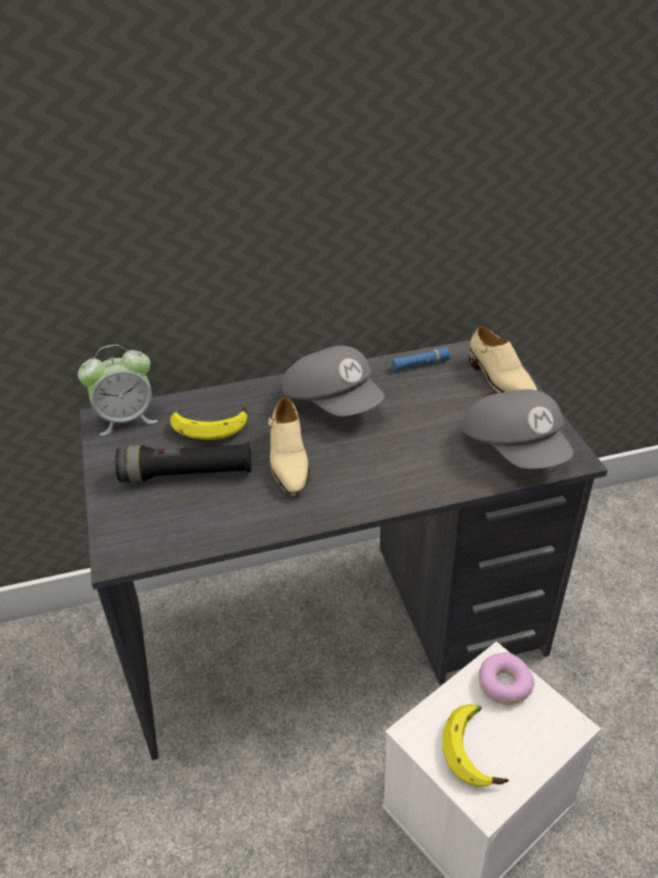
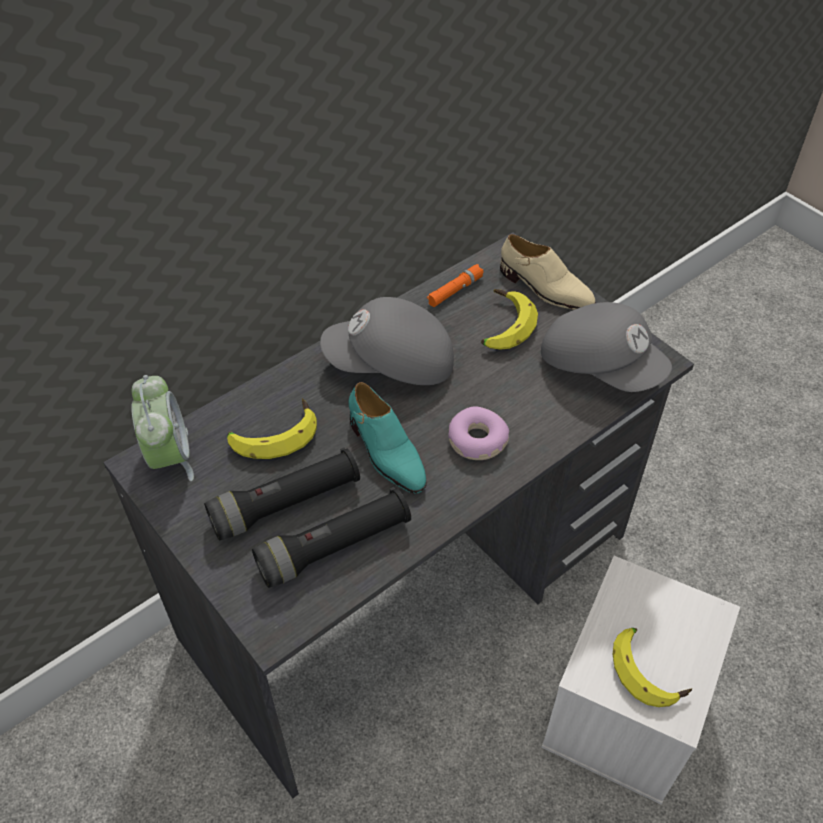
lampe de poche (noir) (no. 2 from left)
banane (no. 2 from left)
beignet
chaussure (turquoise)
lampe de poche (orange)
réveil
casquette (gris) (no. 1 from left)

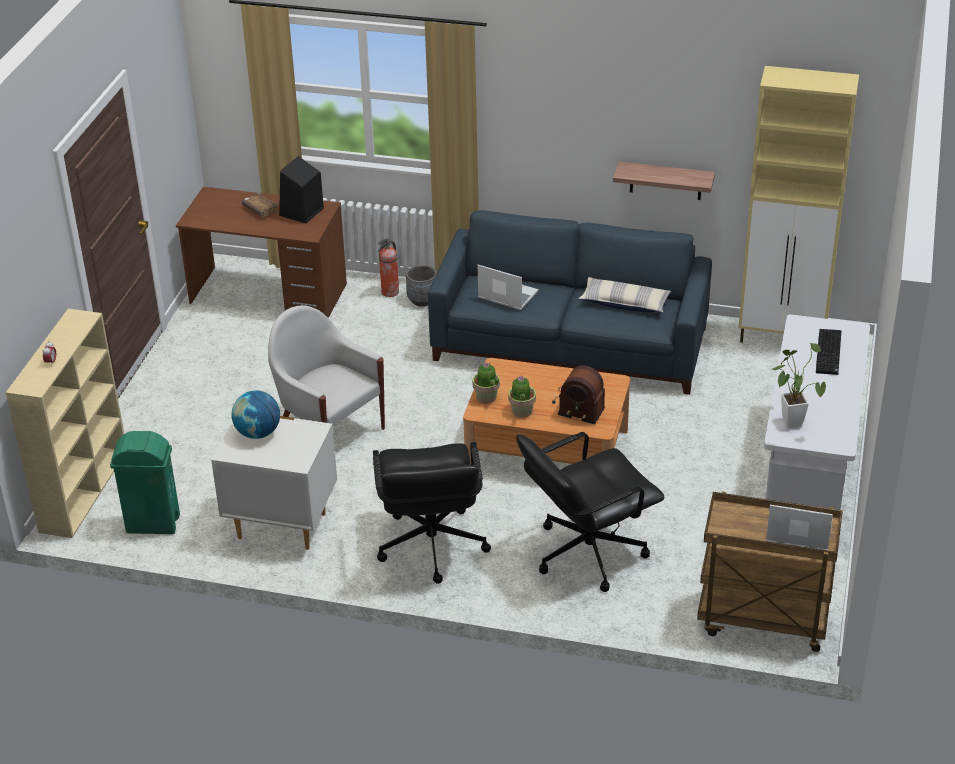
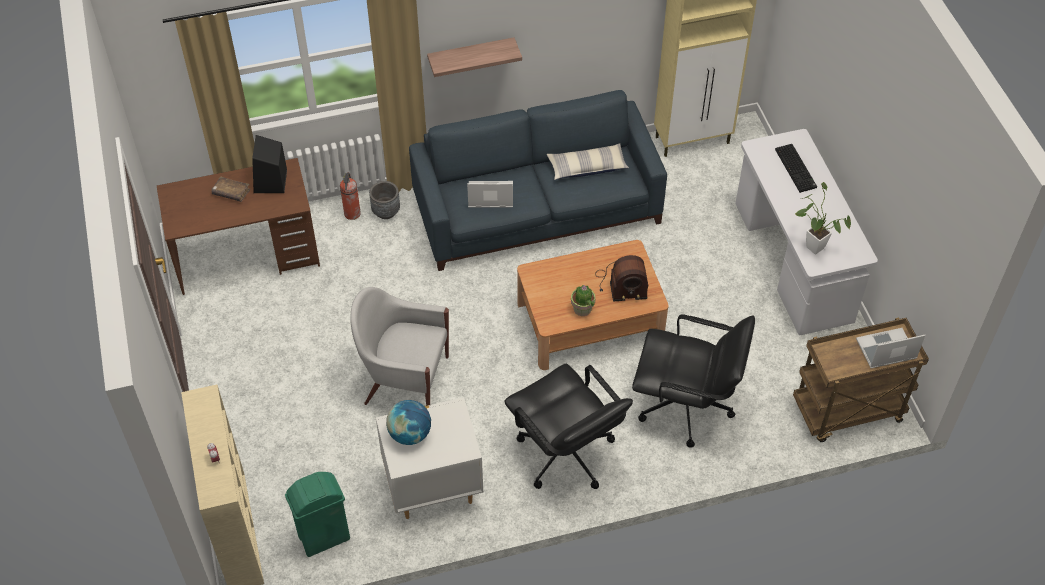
plante en pot (no. 1 from left in the first image)
étagère
chaise de bureau (noir) (no. 2 from left)

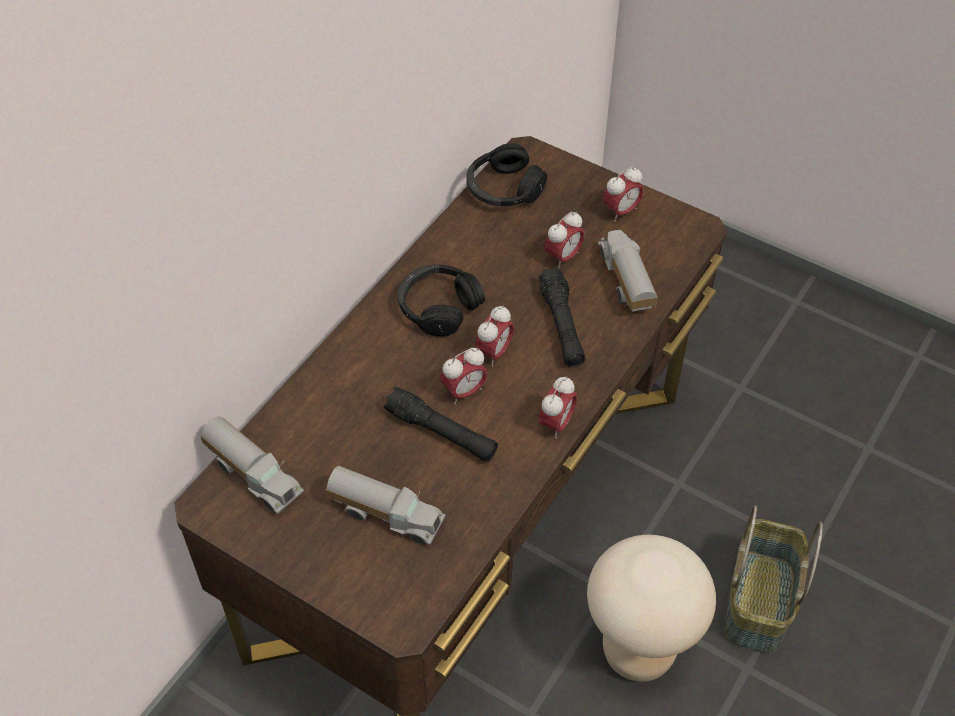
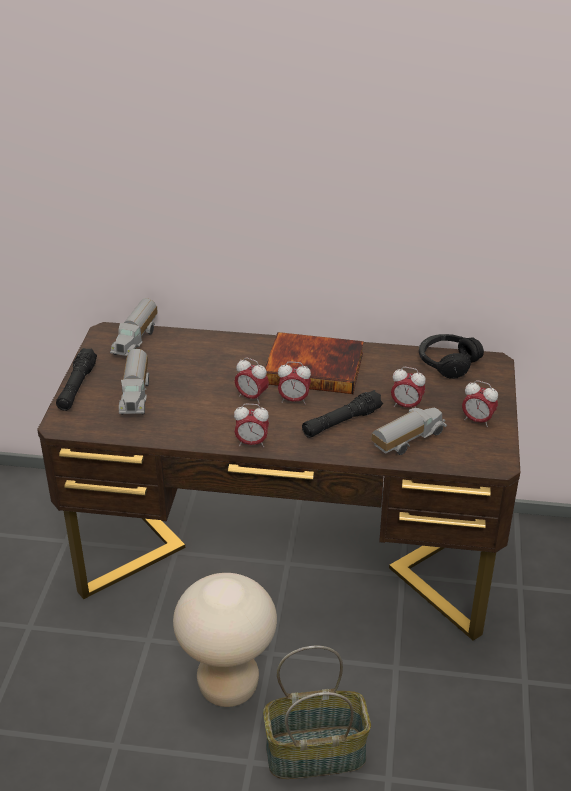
lampe de poche (noir) (no. 1 from left)
livre

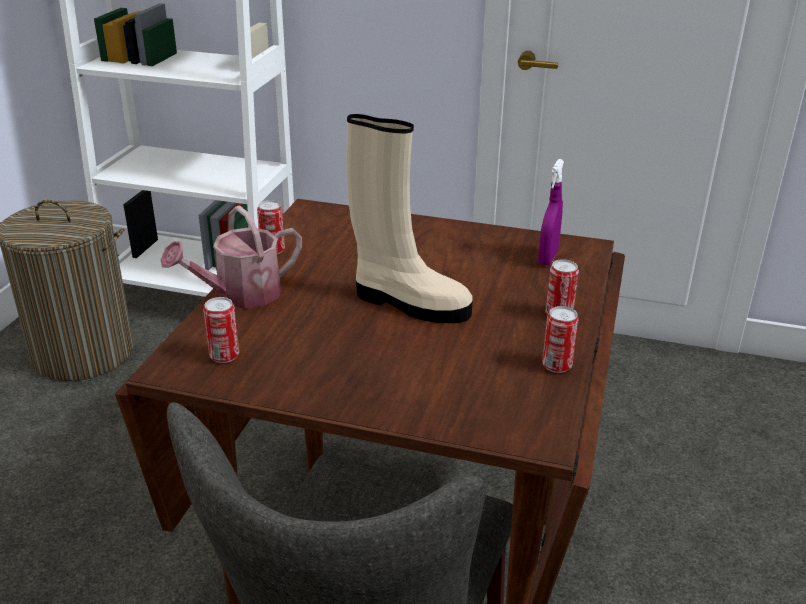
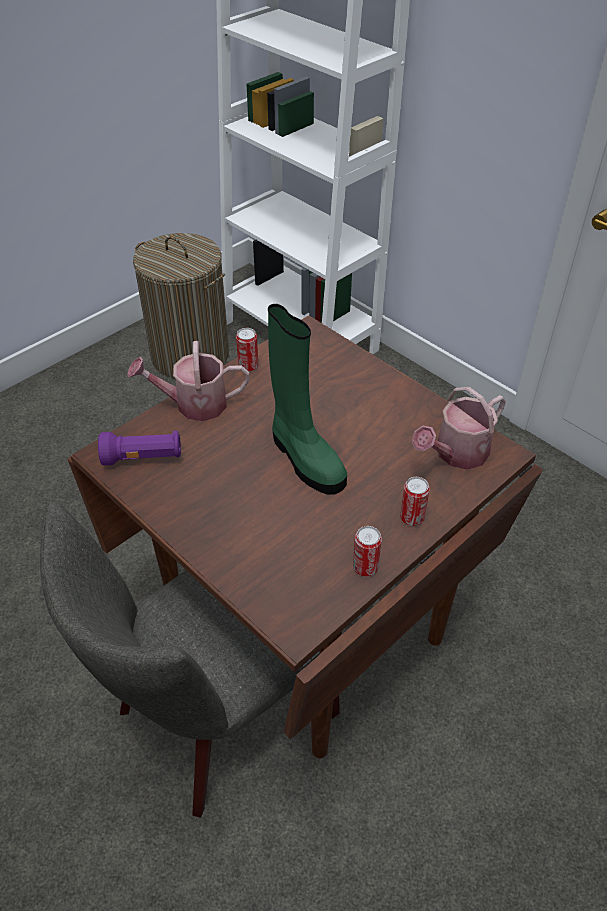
lampe de poche (violet)
arrosoir (no. 2 from left)
botte (vert)

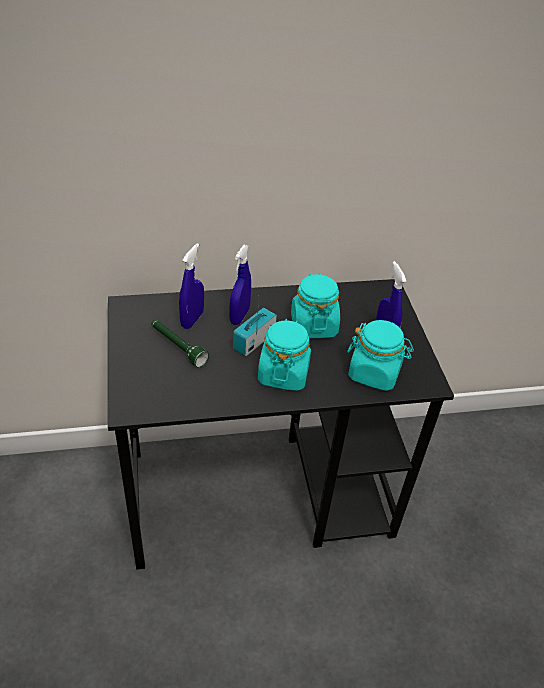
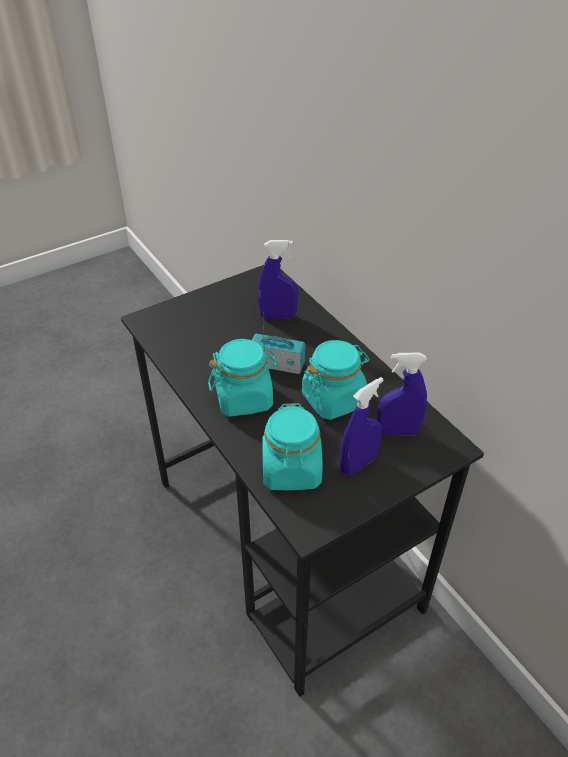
lampe de poche (vert)
vaporisateur (bleu) (no. 3 from left)

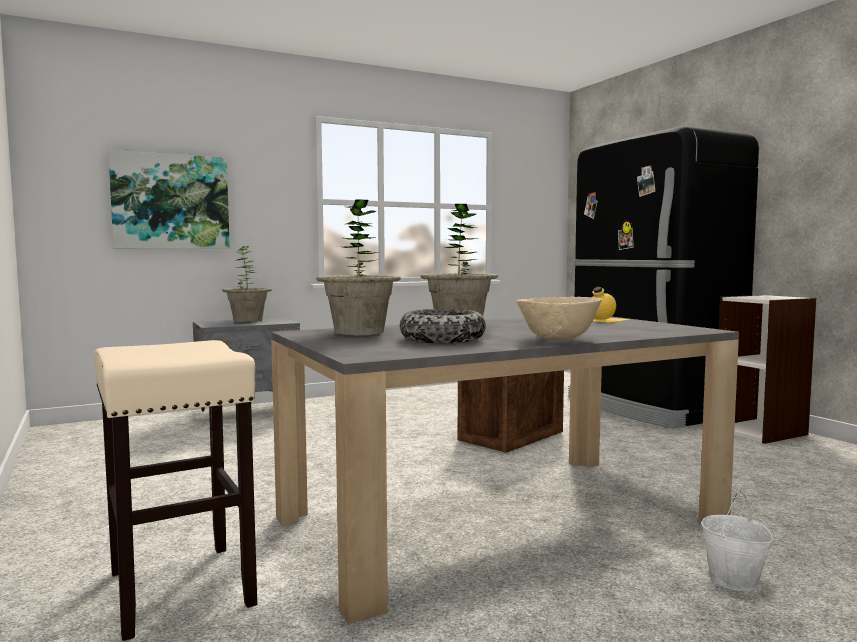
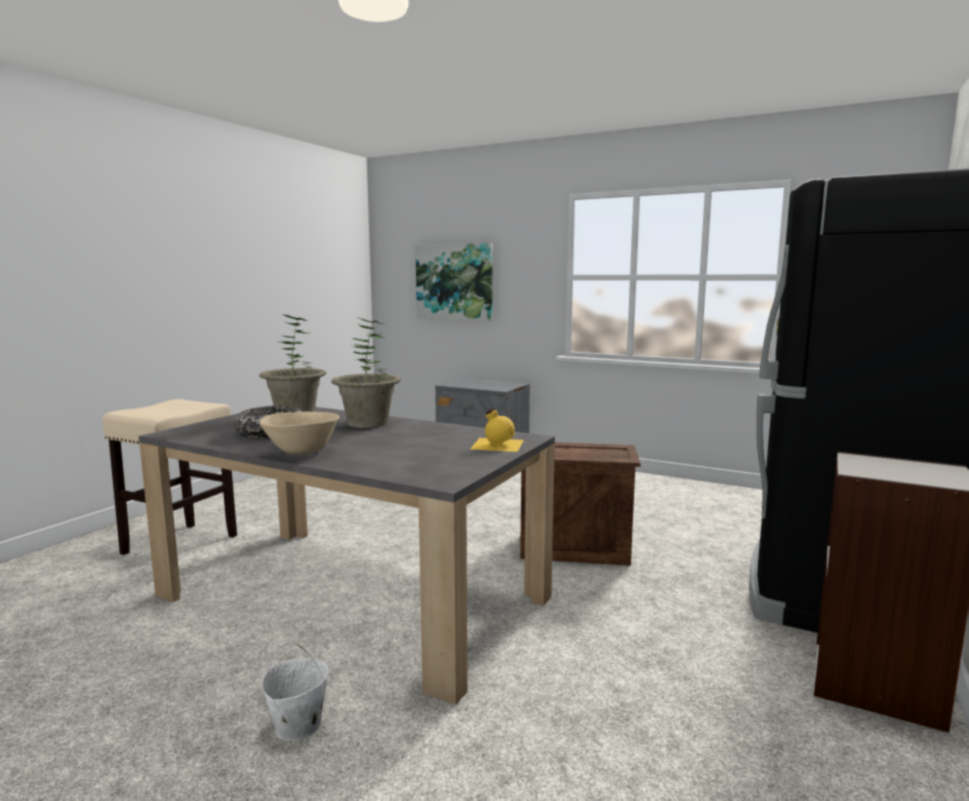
plante en pot (no. 1 from left in the first image)

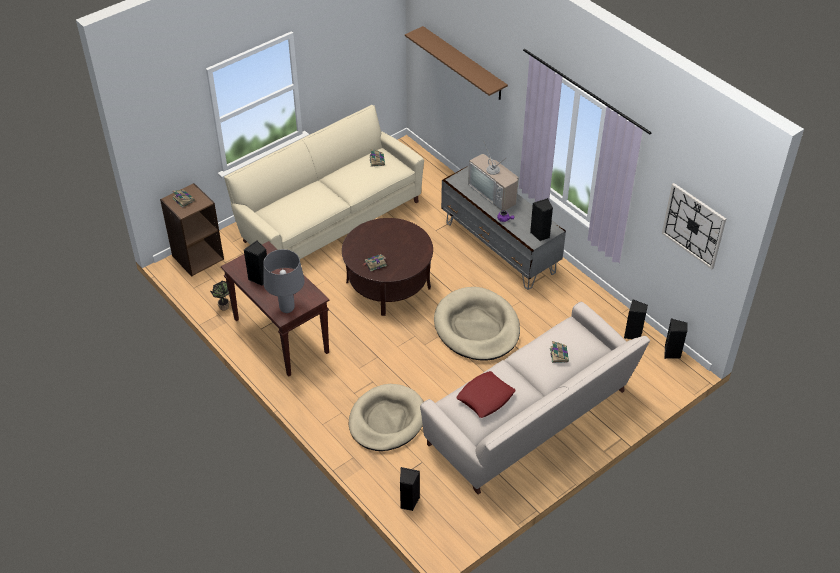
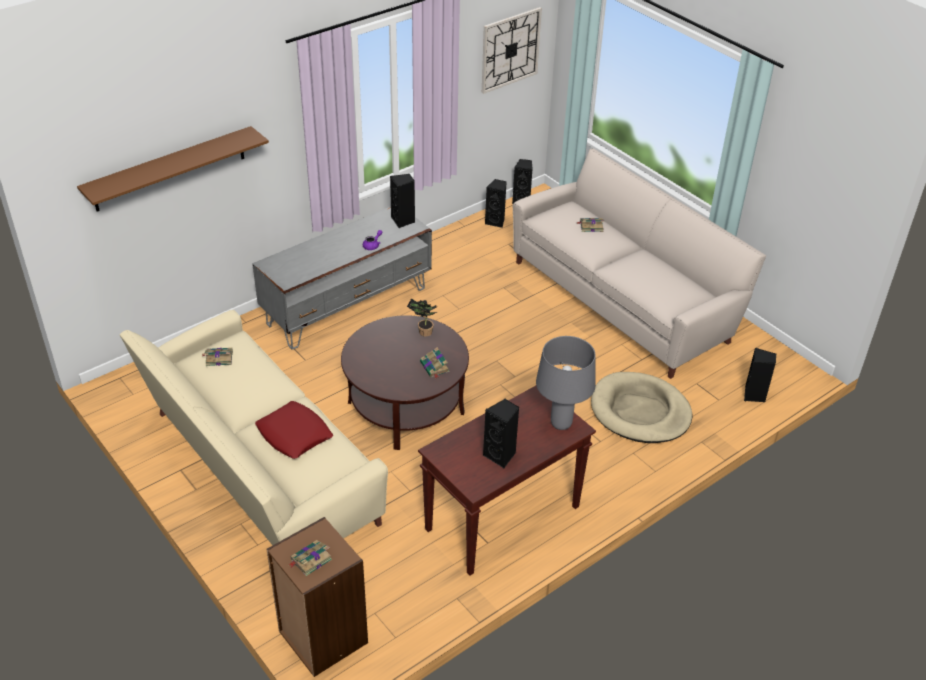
panier pour chien (beige) (no. 2 from left in the first image)
téléviseur
plante en pot
coussin (rouge)

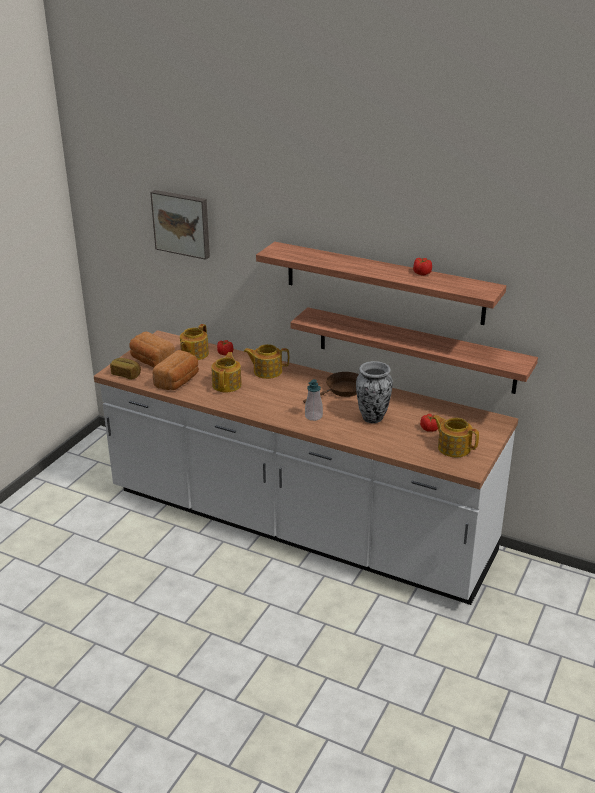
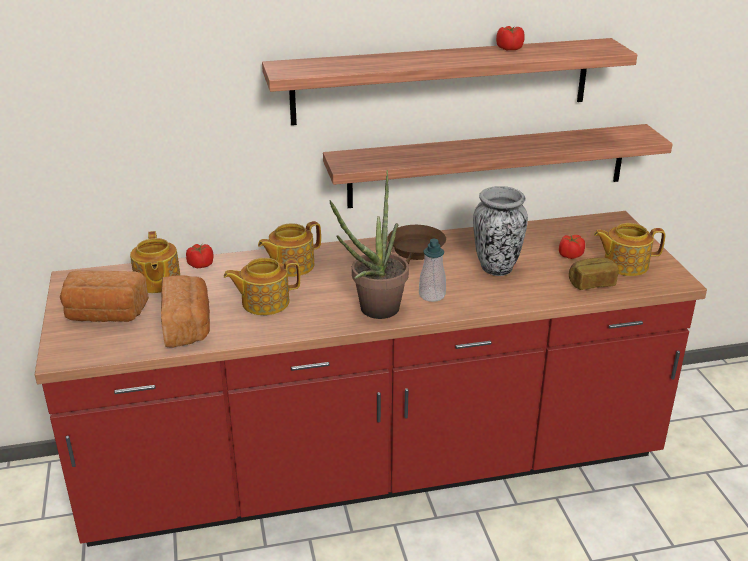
tableau
plante en pot
pain (no. 3 from left)
comptoir de cuisine (rouge)
théière (no. 2 from left)

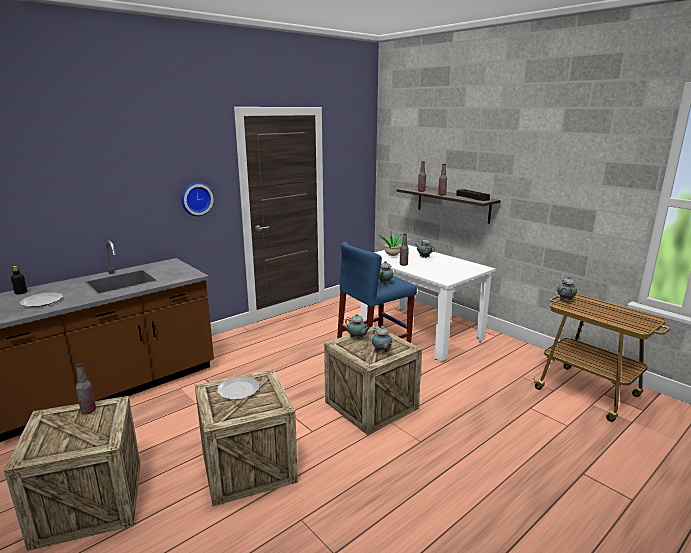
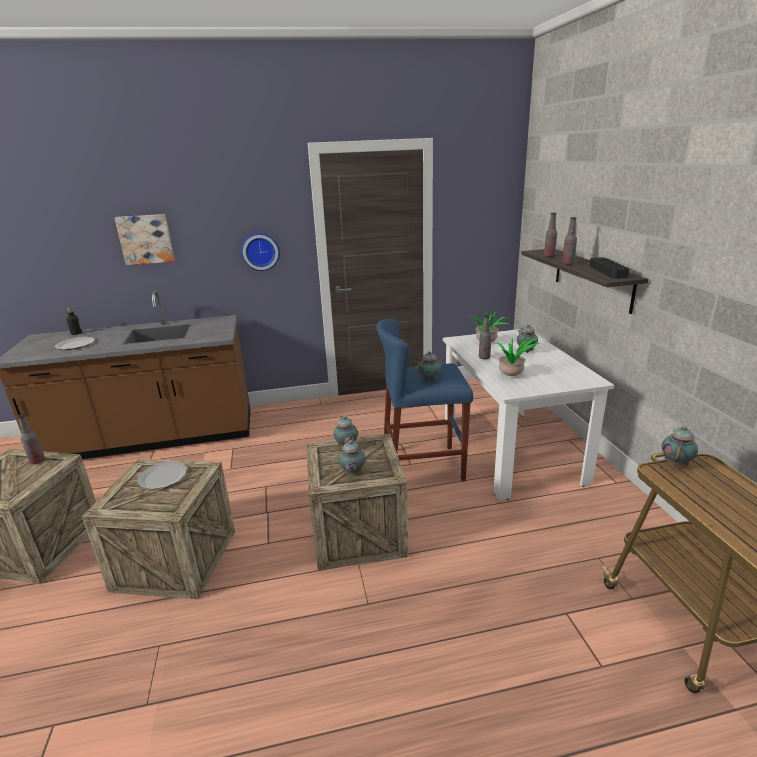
tableau
plante en pot (no. 2 from left)

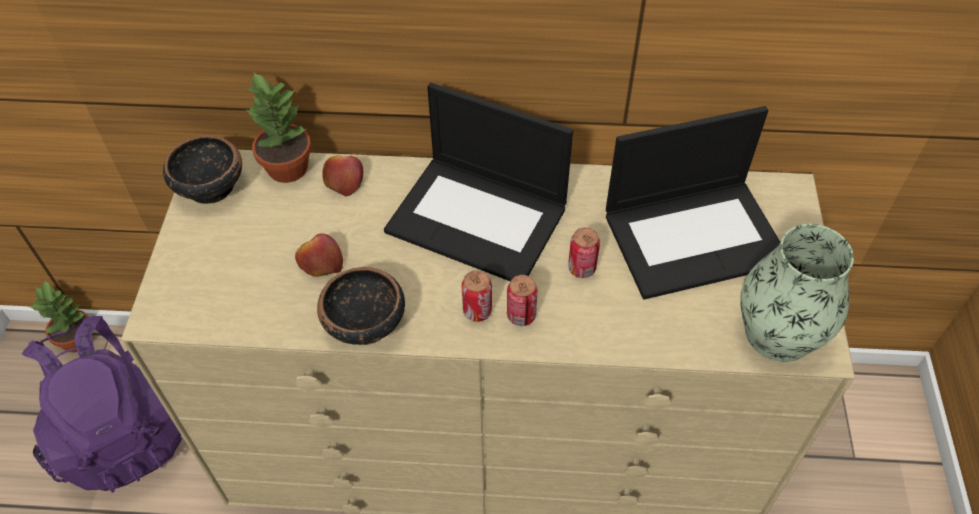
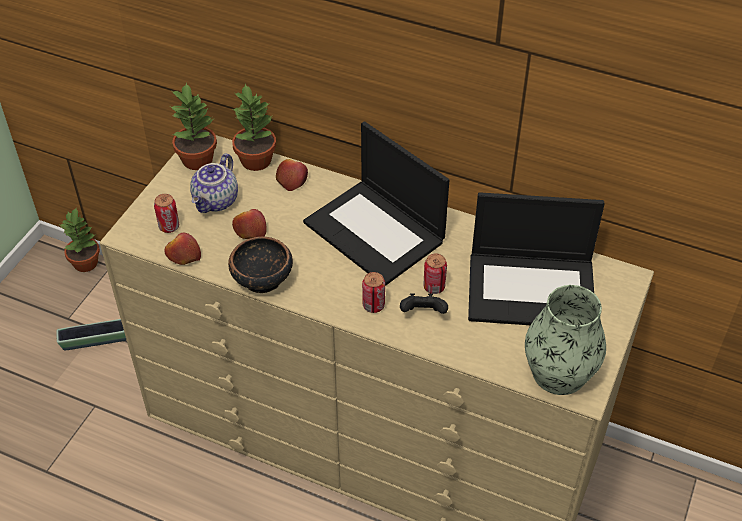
pomme (no. 1 from left)
théière
manette (noir)
boîte métallique (no. 1 from left)
cache-pot
plante en pot (no. 2 from left)

